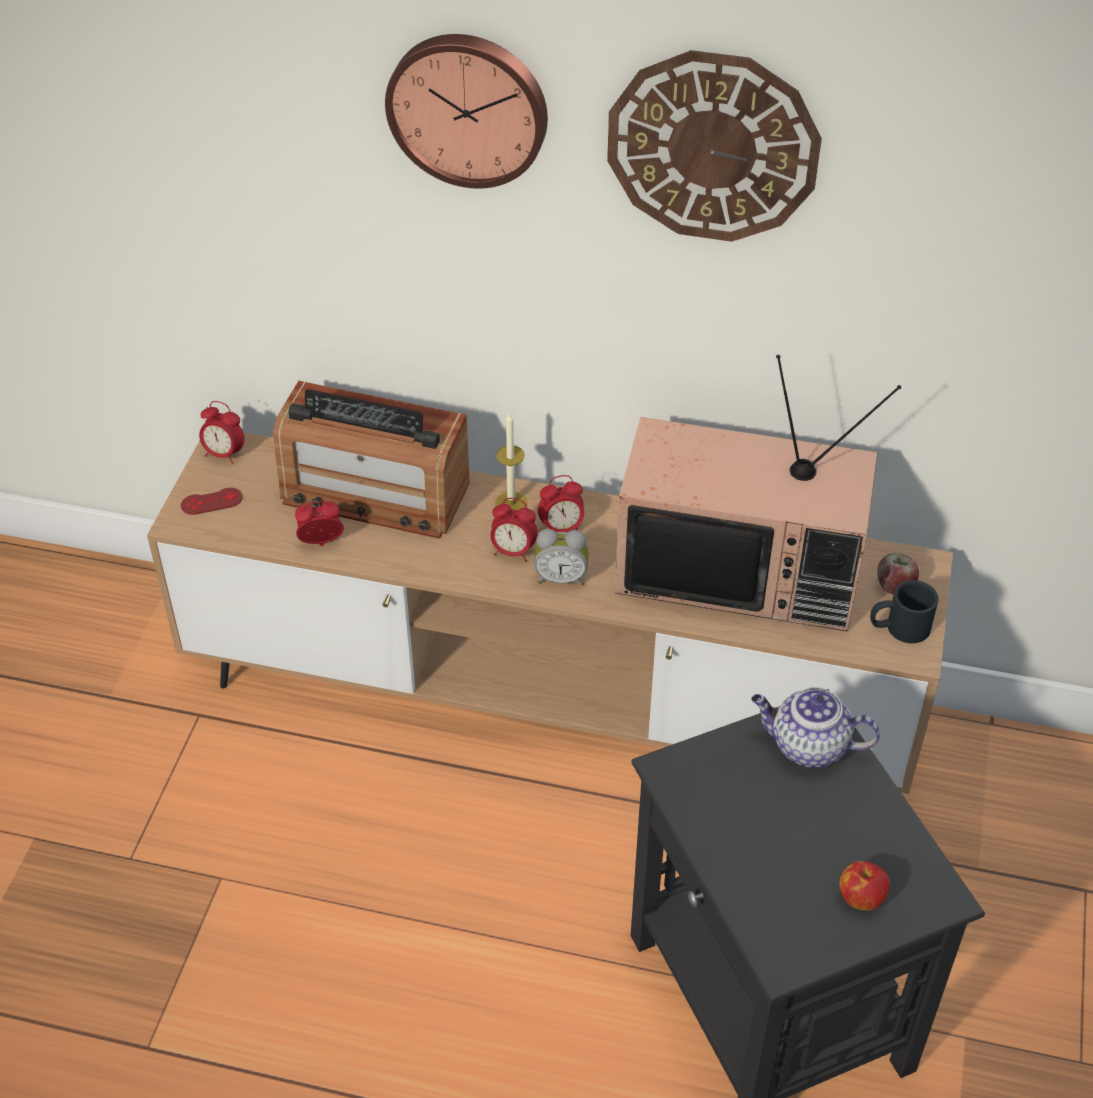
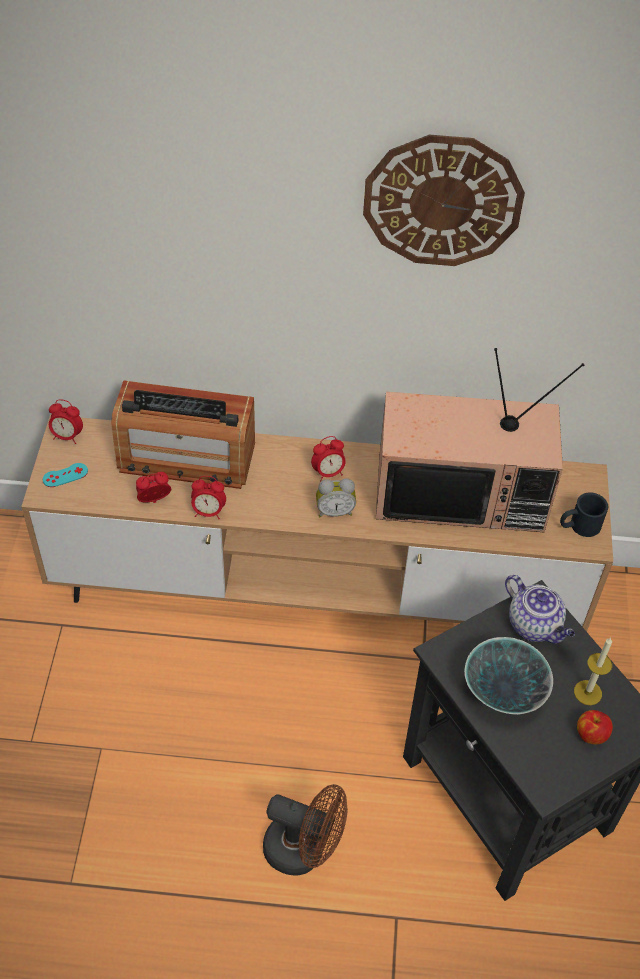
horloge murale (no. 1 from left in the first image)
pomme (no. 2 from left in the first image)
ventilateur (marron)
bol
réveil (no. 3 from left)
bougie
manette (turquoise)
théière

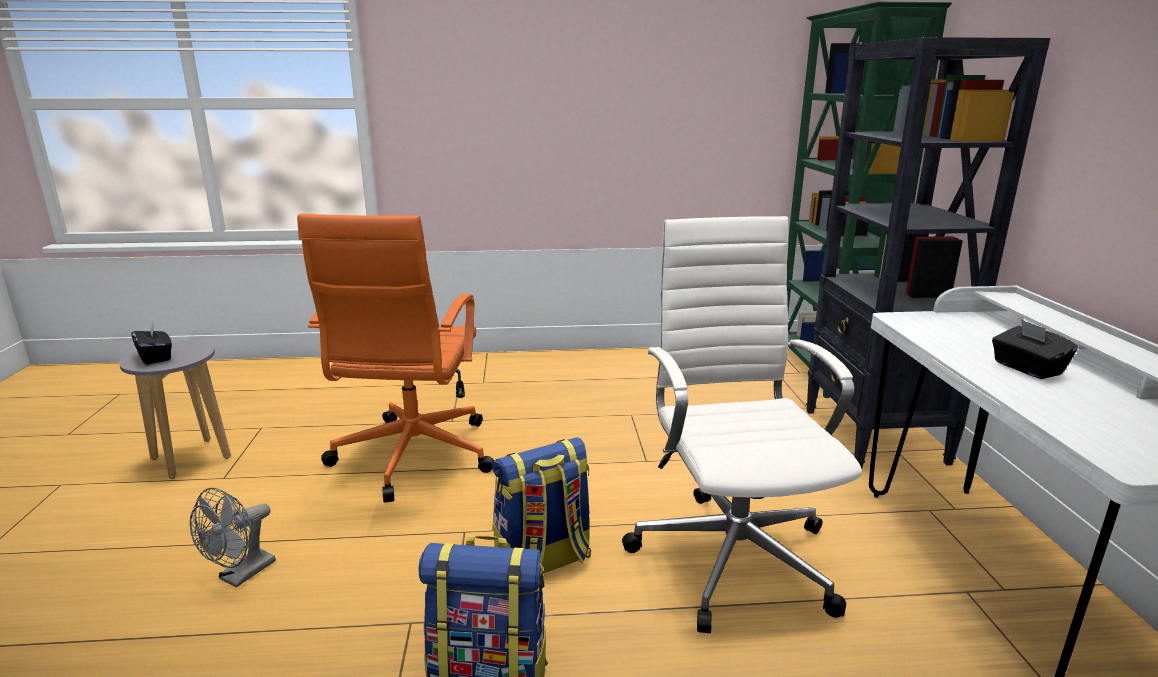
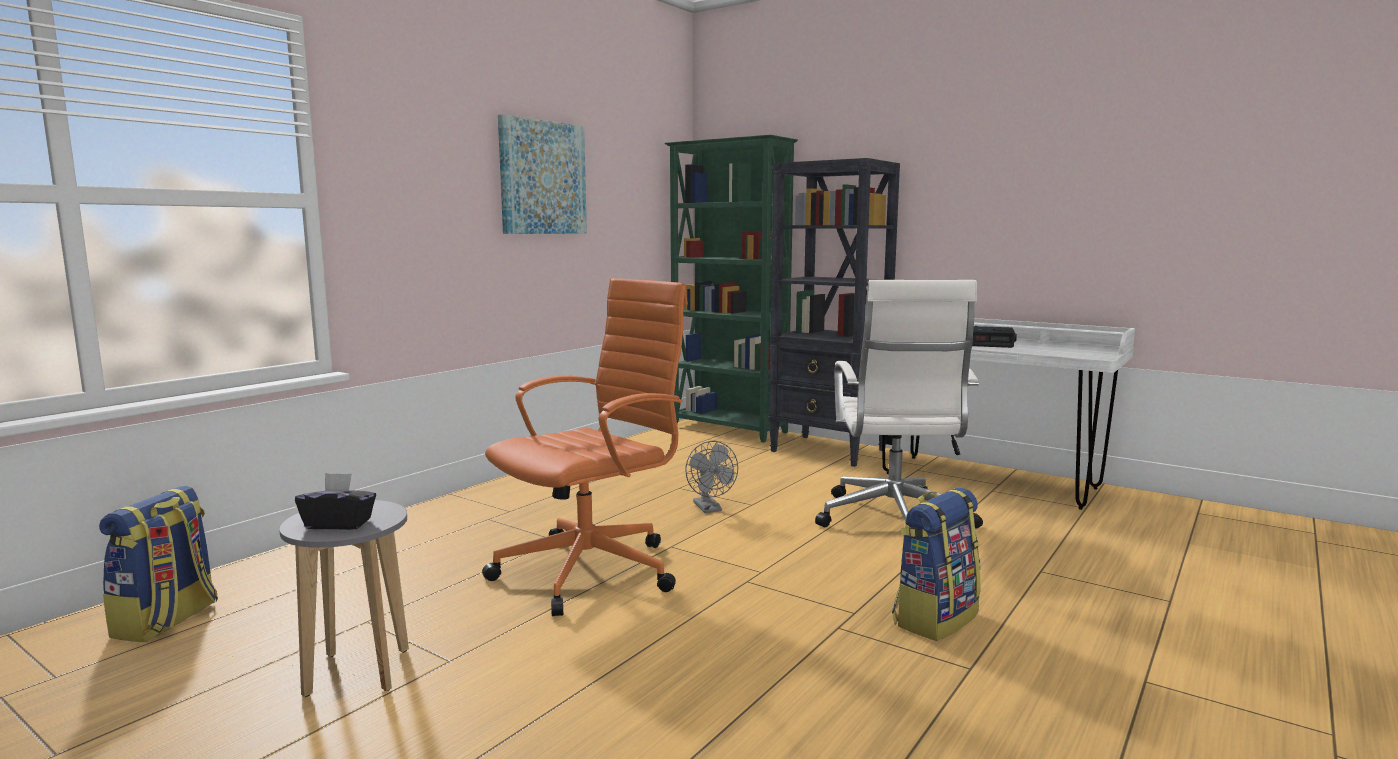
tableau
ventilateur (gris)
sac à dos (no. 1 from left)
réveil
chaise de bureau (orange)
chaise de bureau (blanc)

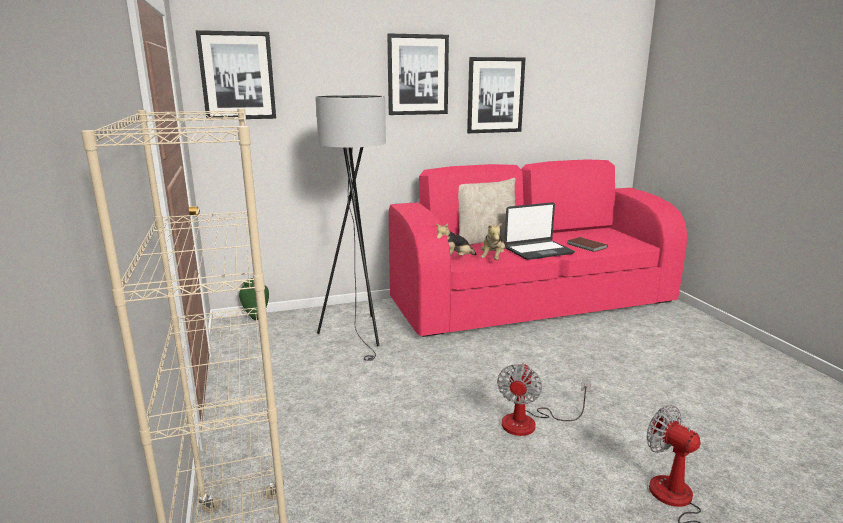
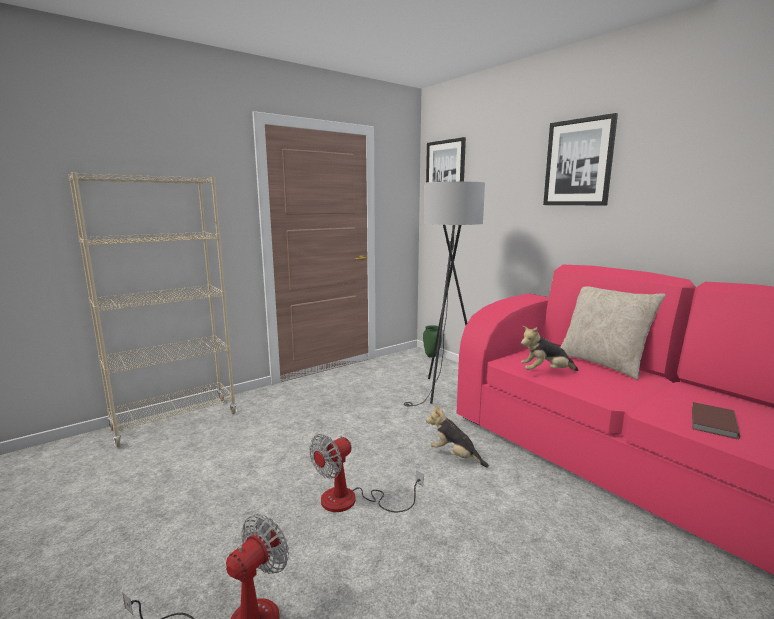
tableau (no. 3 from left in the first image)
ordinateur portable
peluche (no. 1 from left)
ventilateur (no. 2 from left)

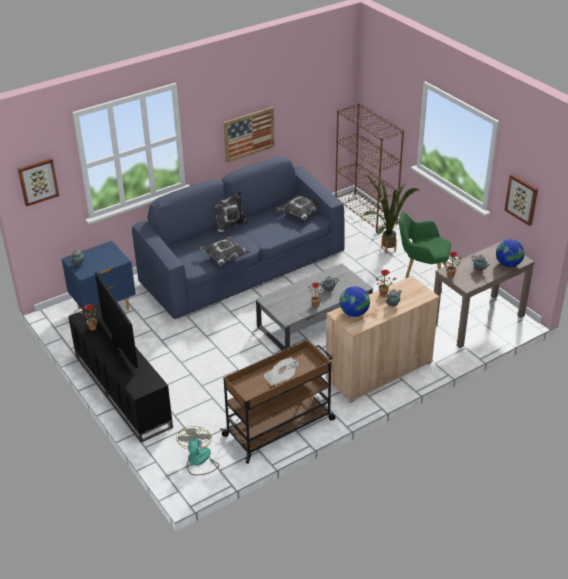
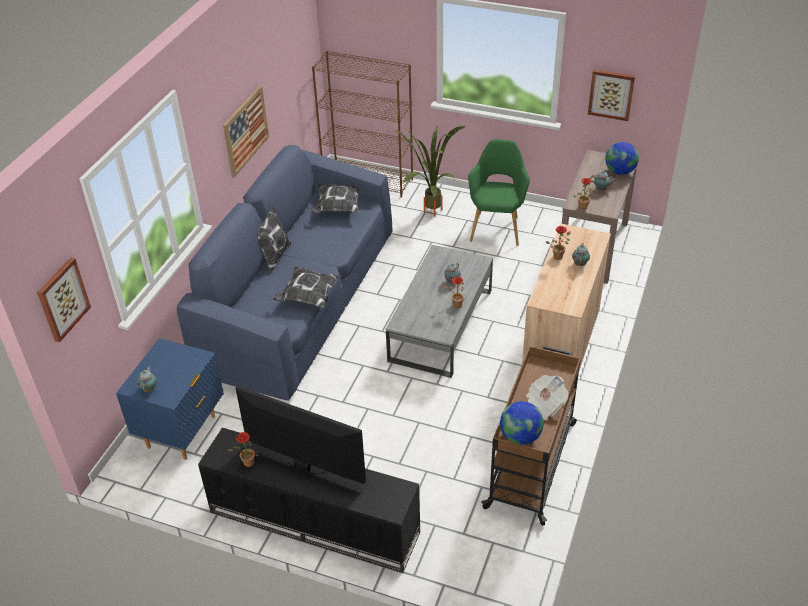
ventilateur
globe (no. 1 from left)
fauteuil (vert)

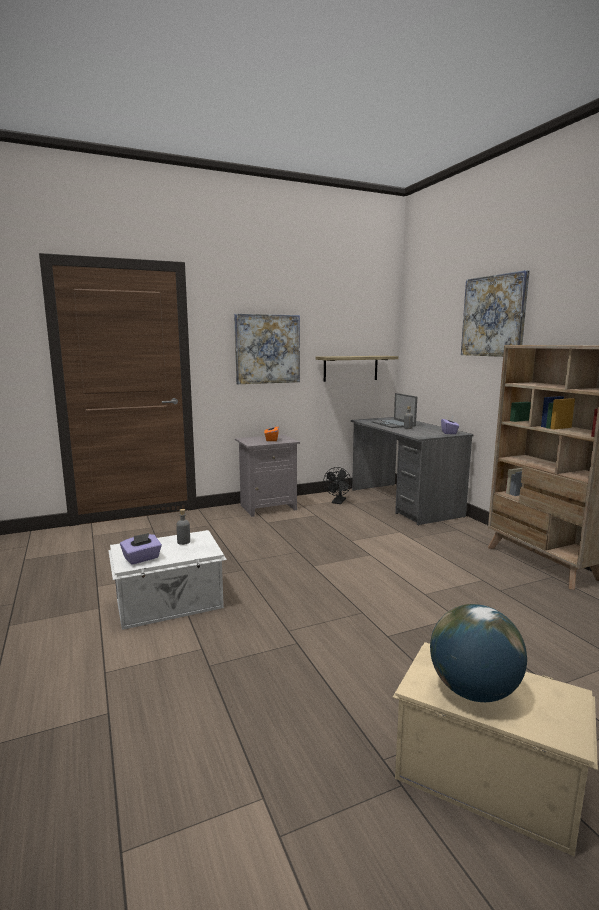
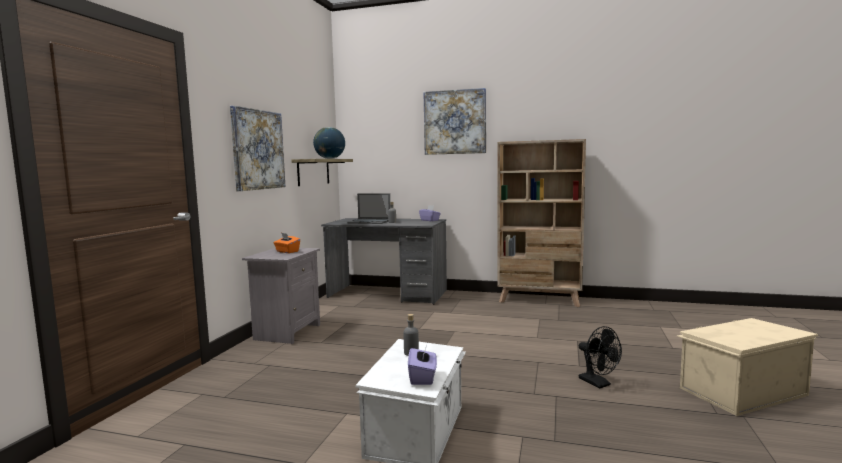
ventilateur (noir)
globe

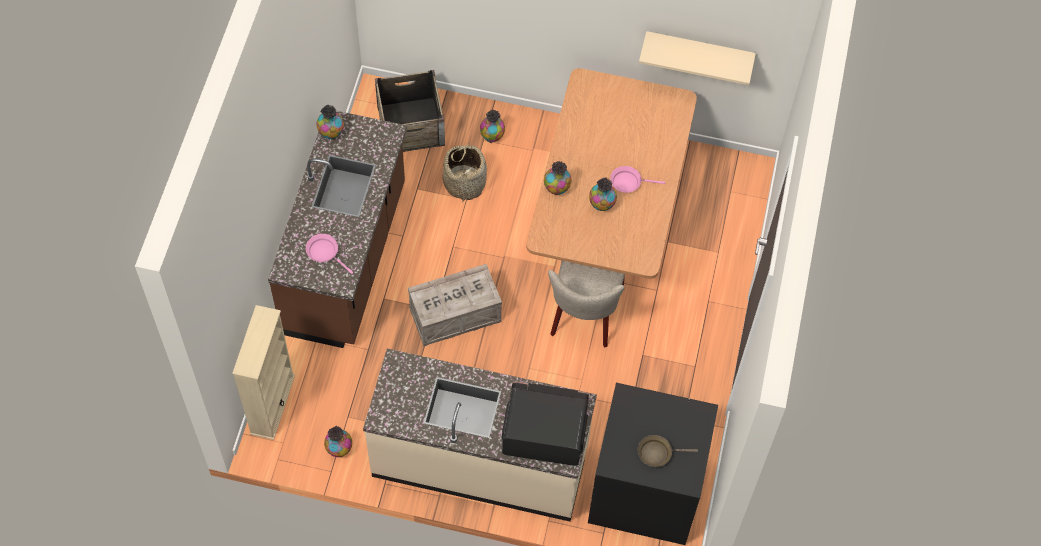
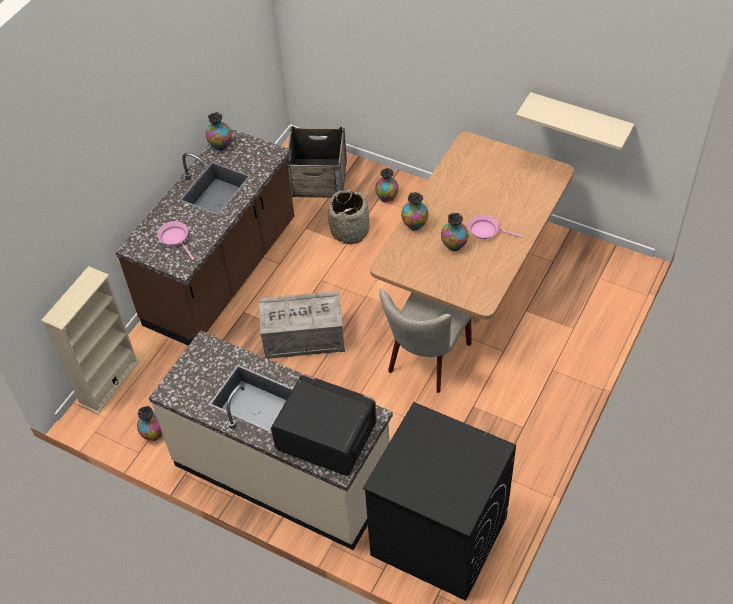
poêle (marron)

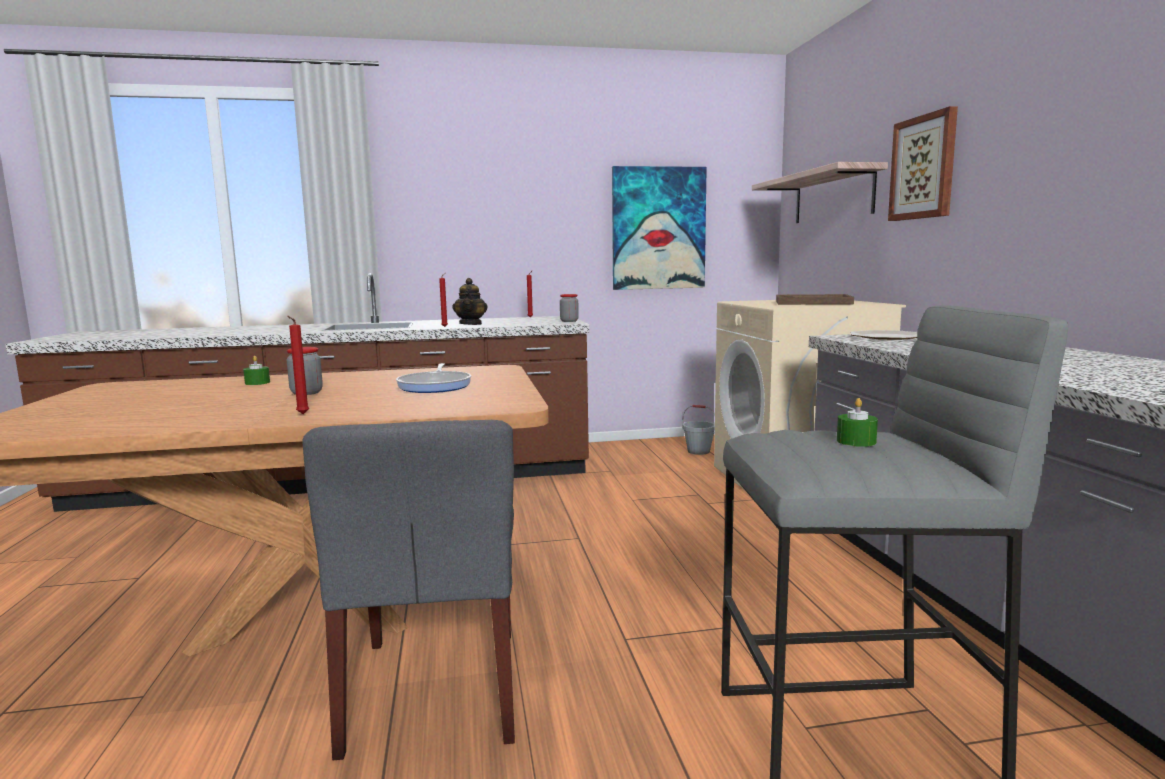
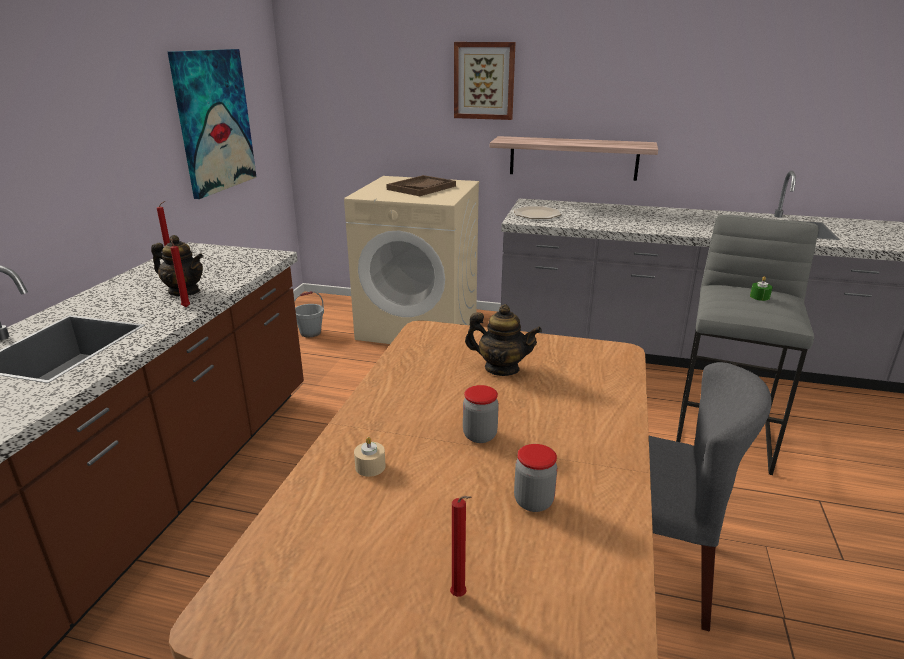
bougie (rouge) (no. 3 from left)
bocal (no. 2 from left)
étagère
théière (no. 2 from left)
bougie (beige)

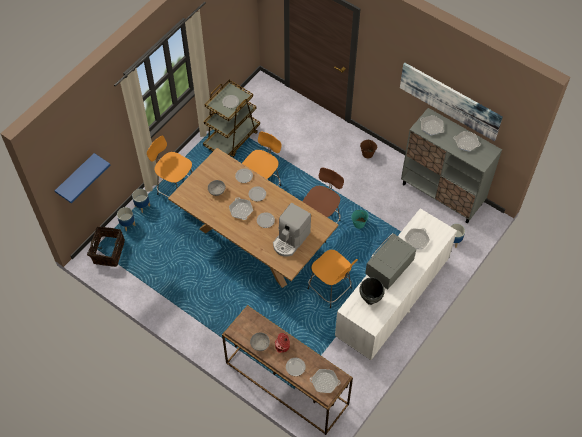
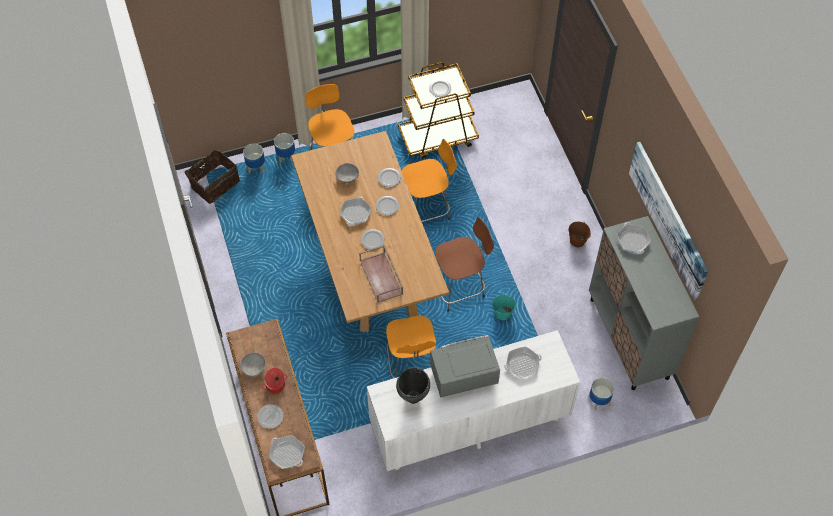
étagère (bleu)
poêle (no. 5 from left in the first image)
plateau (marron)

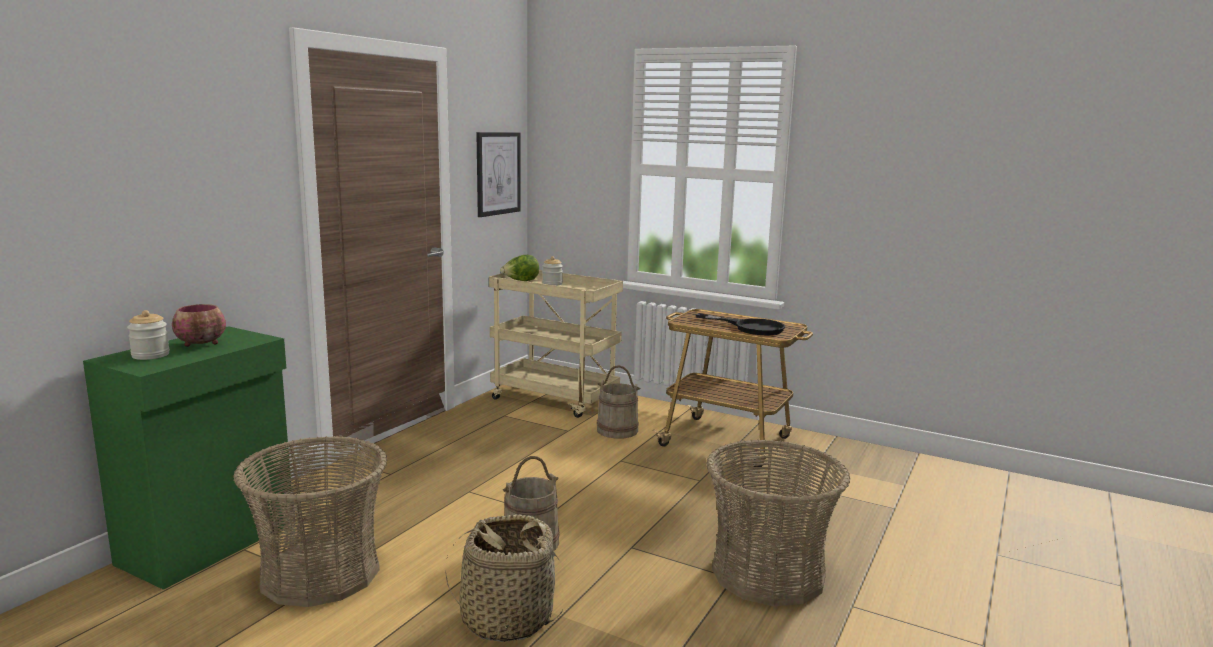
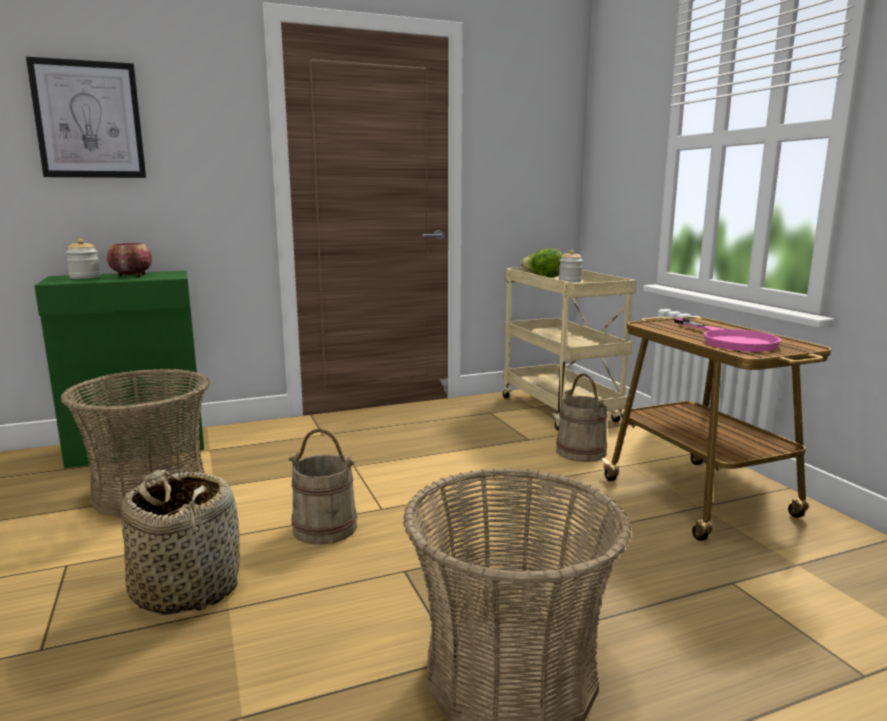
tableau
poêle (rose)

